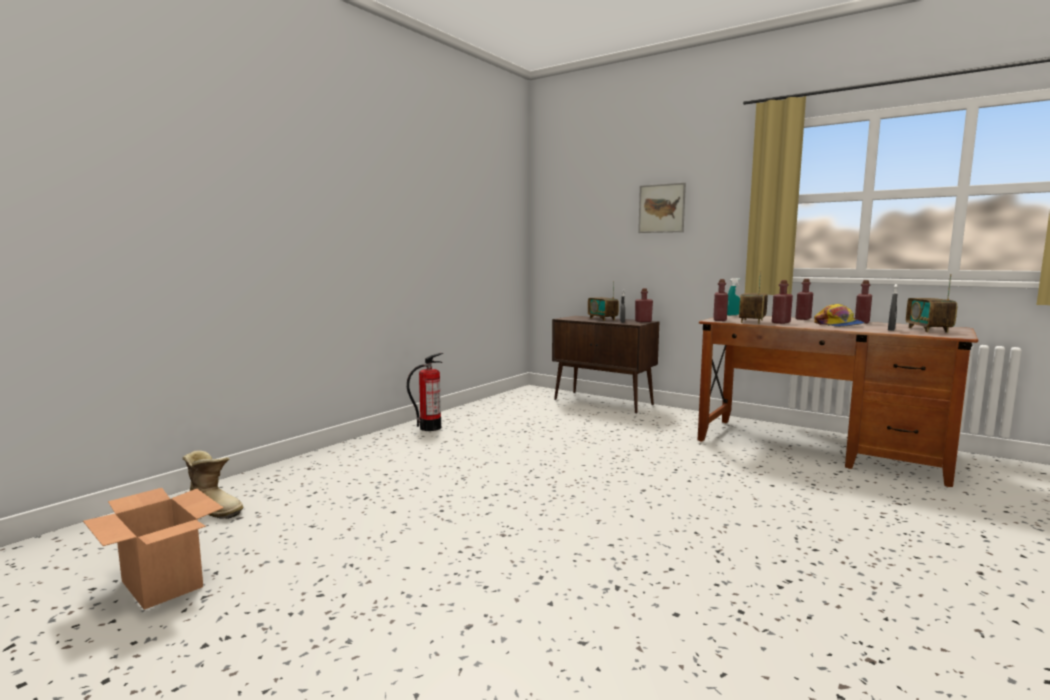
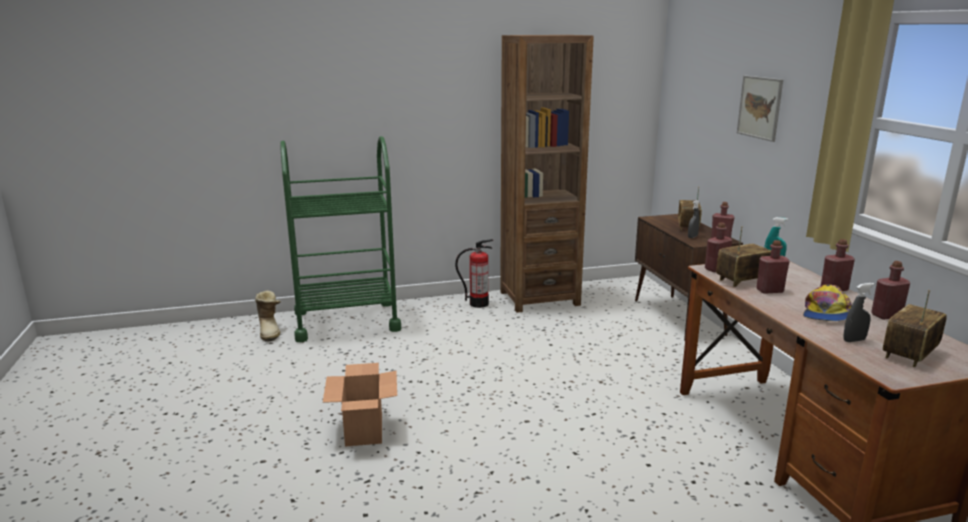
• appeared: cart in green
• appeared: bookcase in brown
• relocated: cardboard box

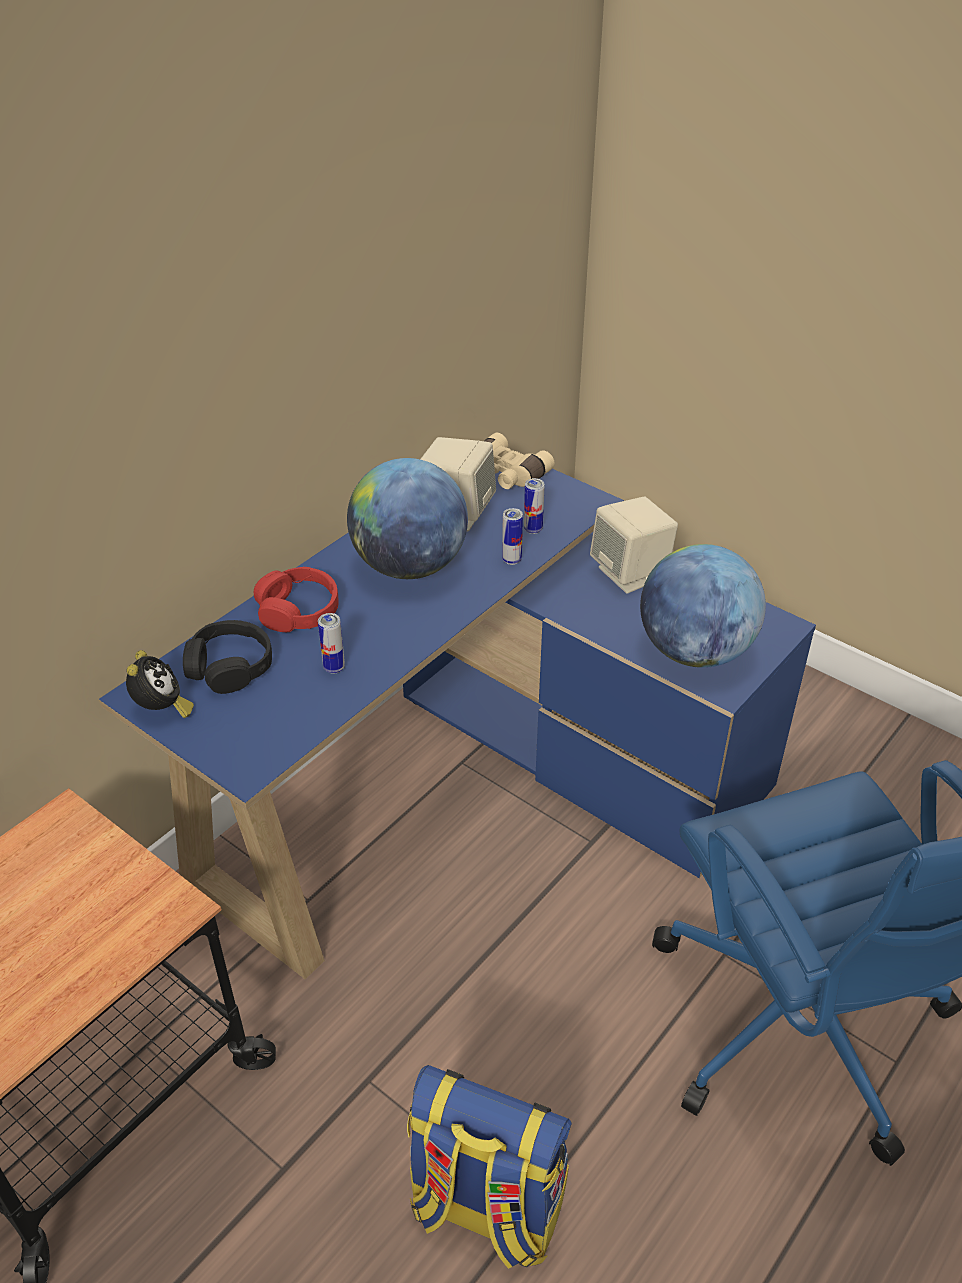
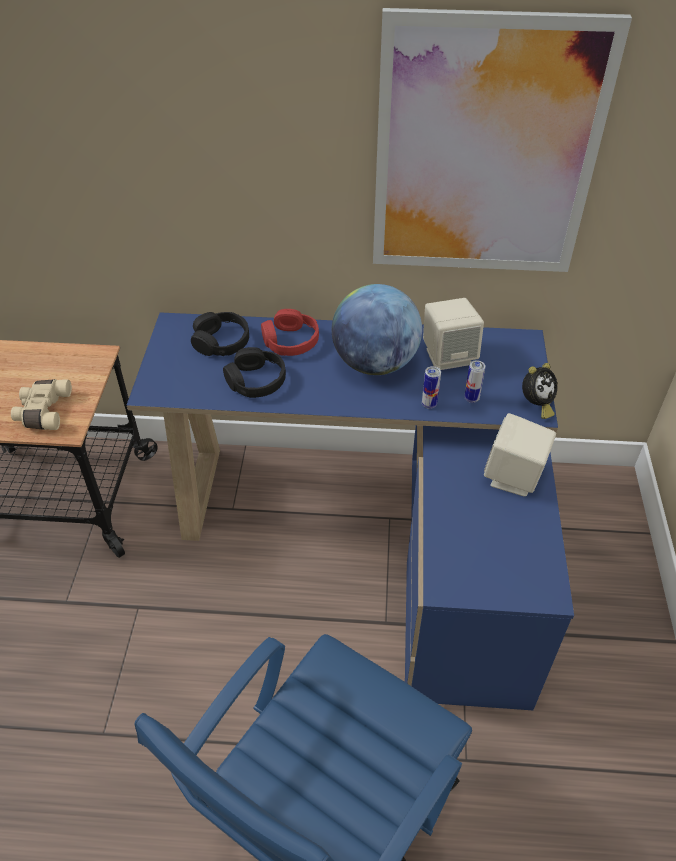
• missing: backpack
• missing: globe (no. 2 from left)
• appeared: picture
• relocated: alarm clock
• relocated: binoculars in beige
• exchanged: can (no. 1 from left) to headphones in black (no. 2 from left)

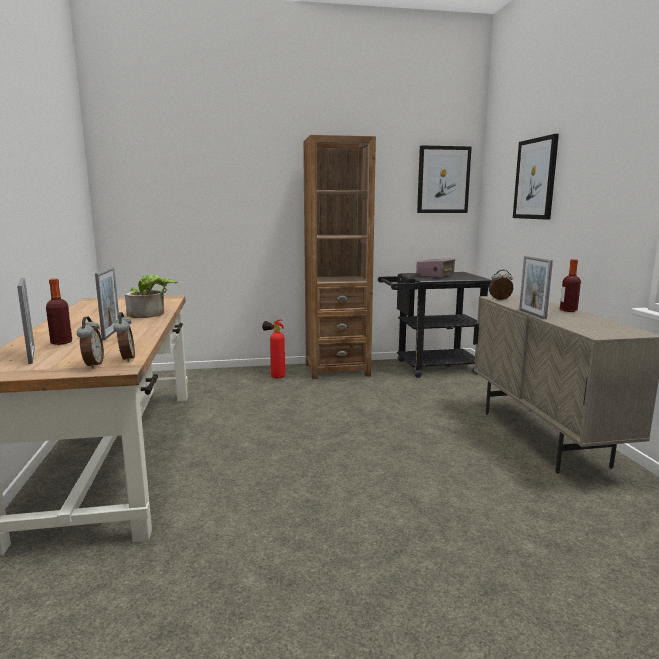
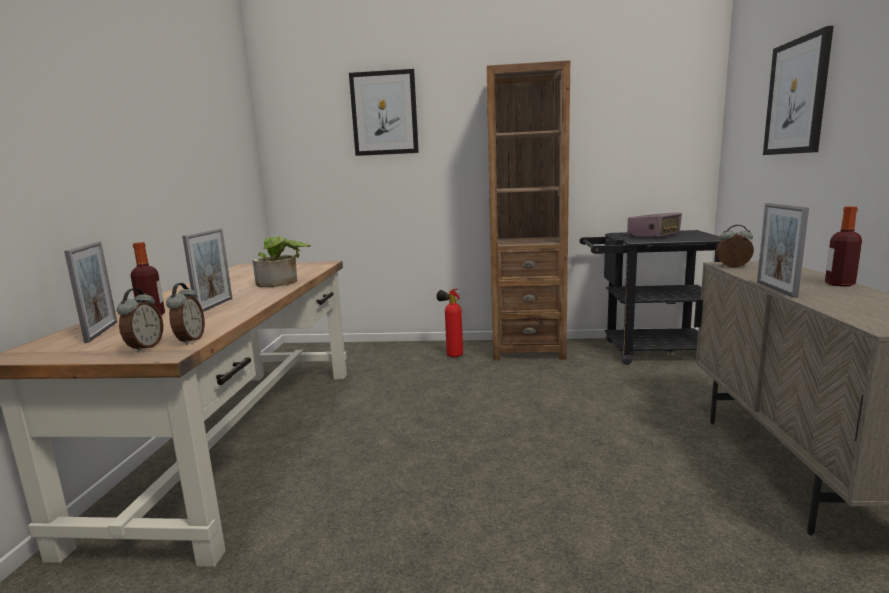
• relocated: picture (no. 1 from left)

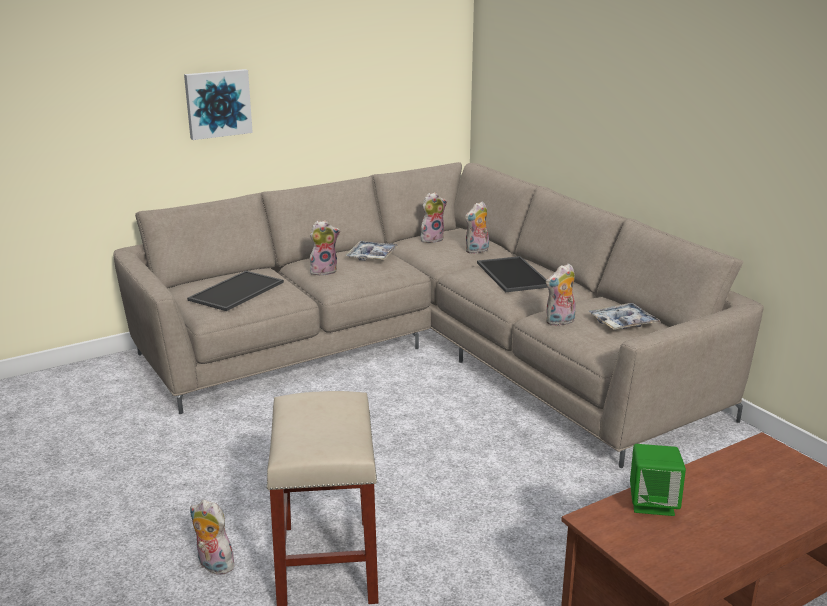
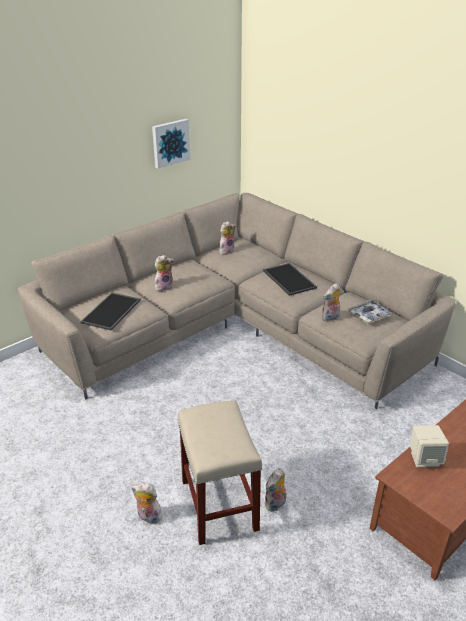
• missing: tray (no. 2 from left)
• relocated: picture
• relocated: plush toy (no. 4 from left)
• colour: speaker in green to speaker in beige

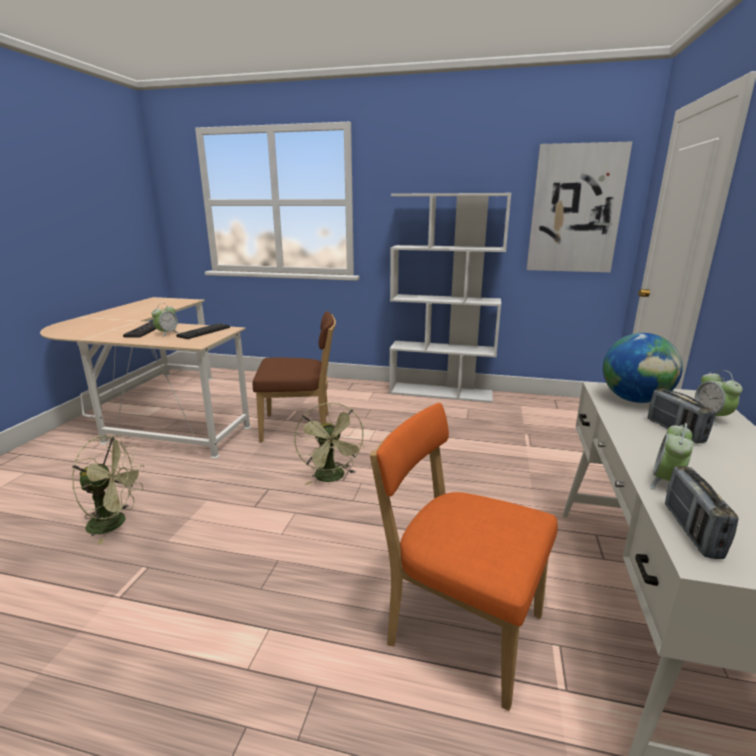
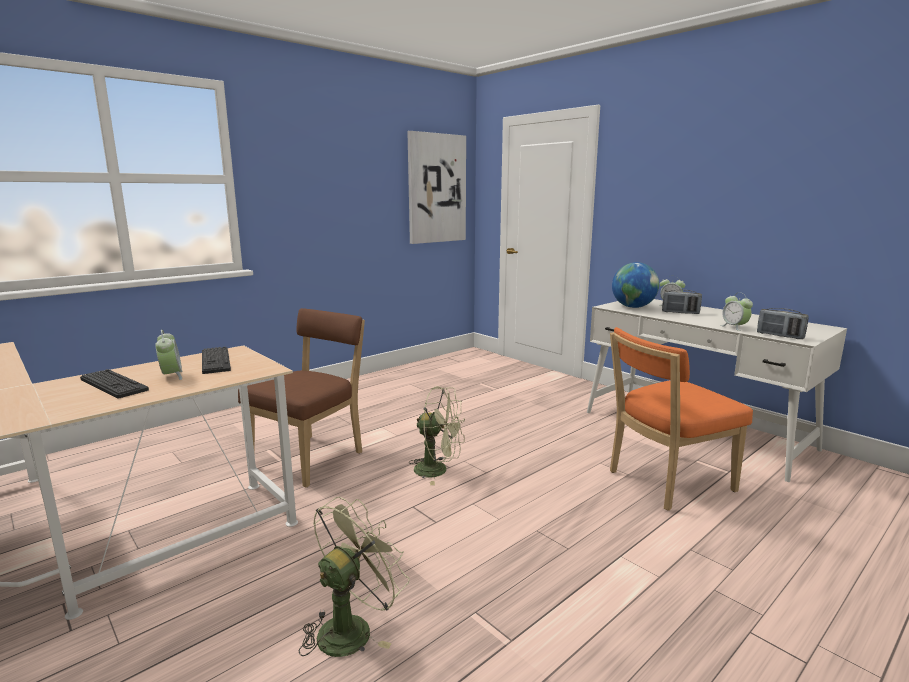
• missing: bookcase in white

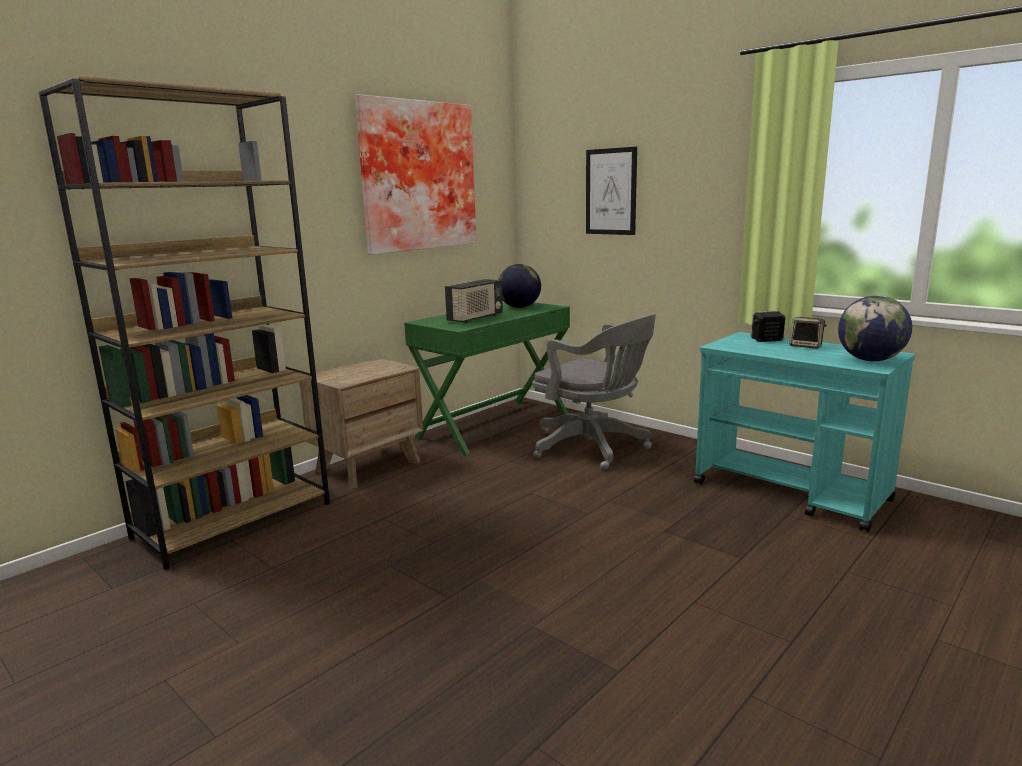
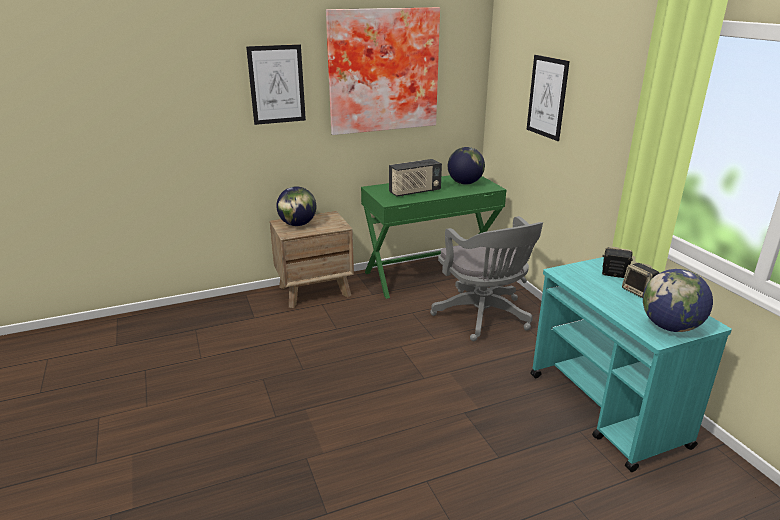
• missing: bookcase in brown
• appeared: picture (no. 1 from left)
• appeared: globe (no. 1 from left)

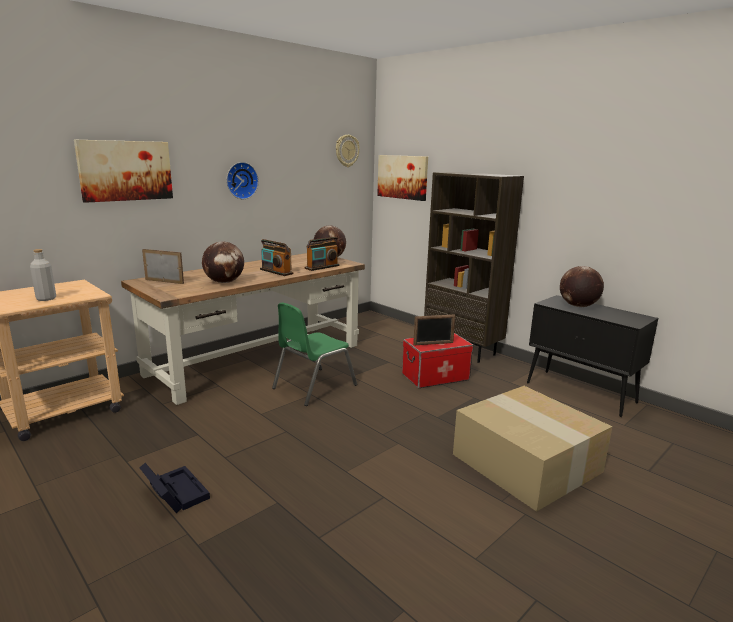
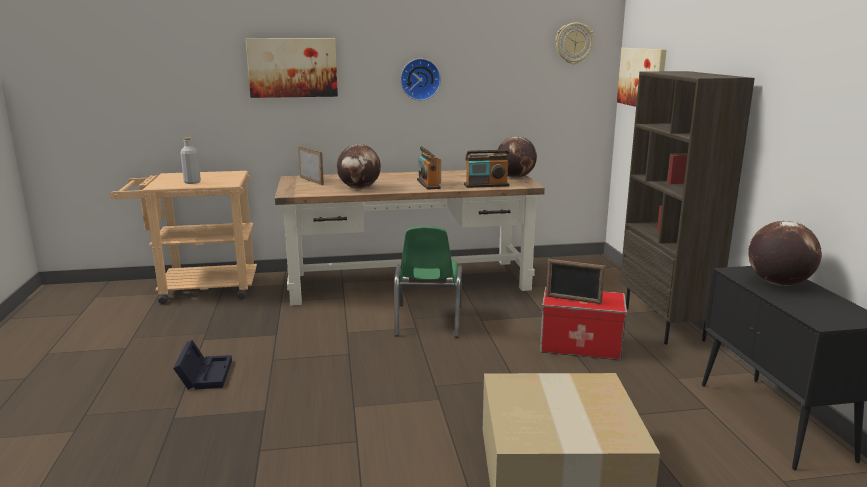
• spun: chair in green 75 degrees counterclockwise

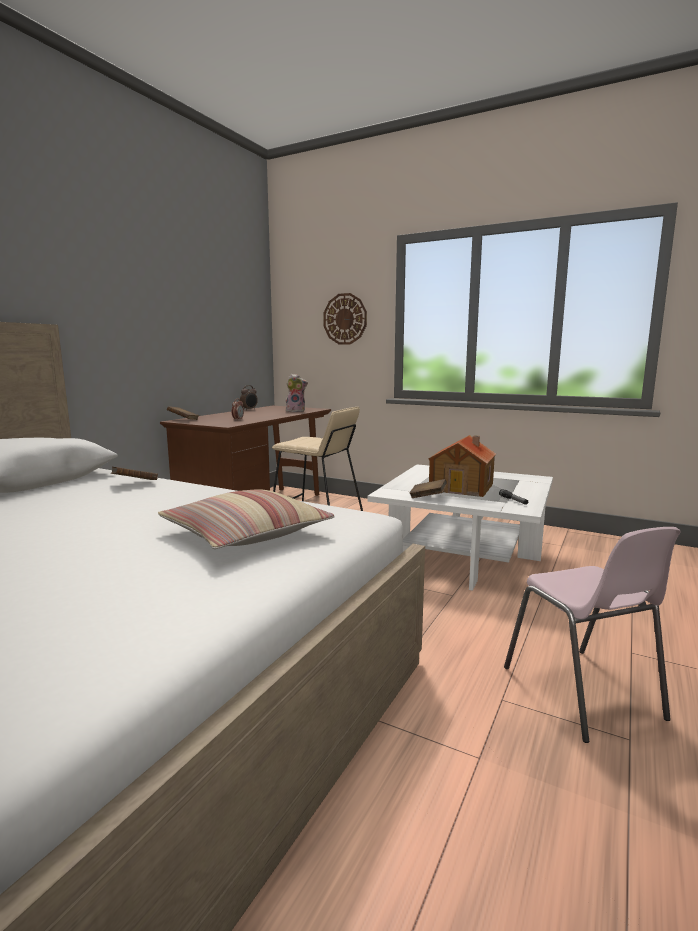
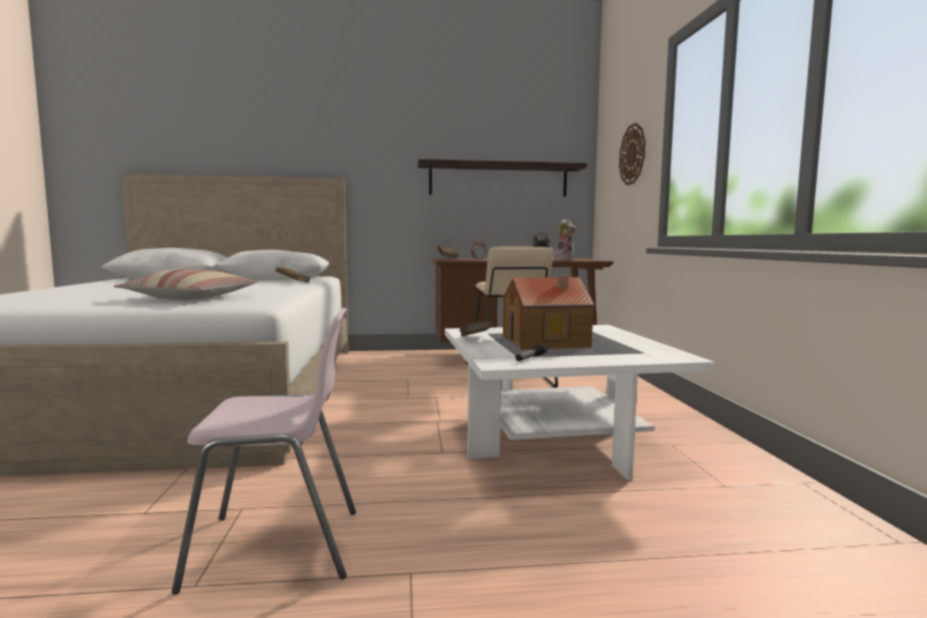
• appeared: shelf
• spun: chair in pink 135 degrees counterclockwise

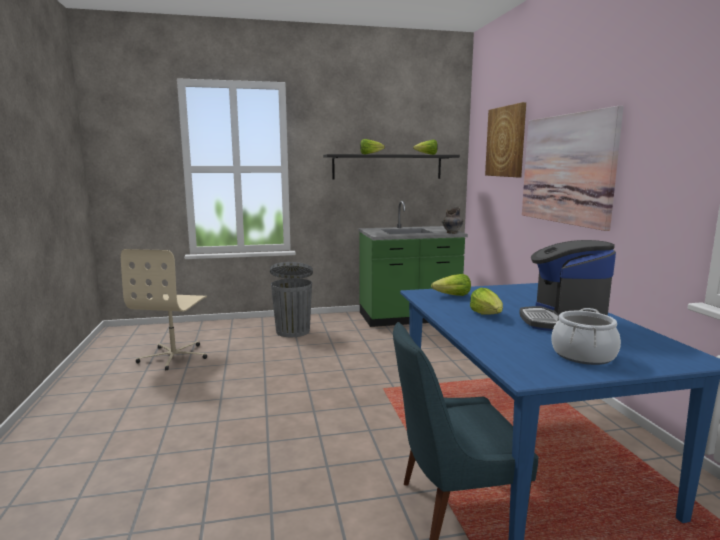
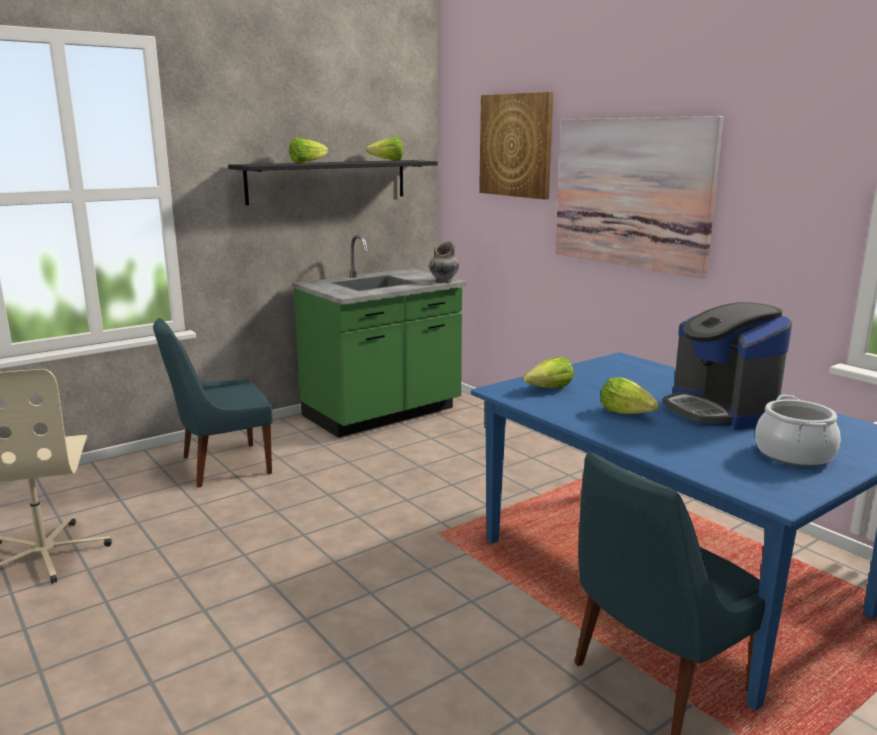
• exchanged: trash can in grey to chair in blue (no. 1 from left)

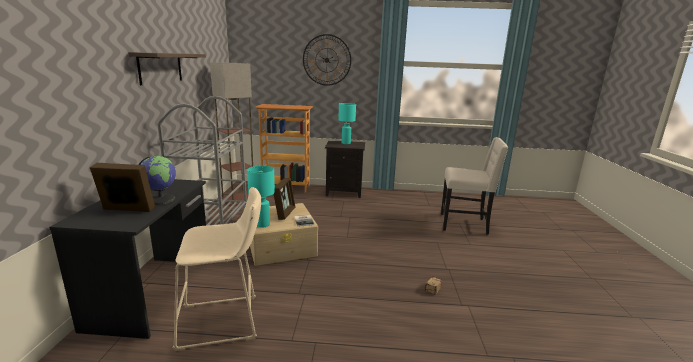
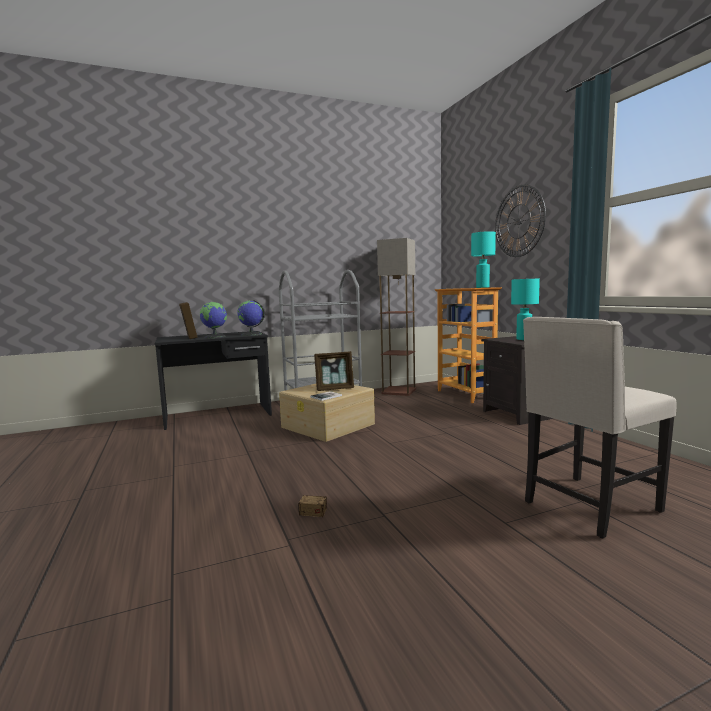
• missing: shelf
• missing: stool in beige
• appeared: globe (no. 2 from left)
• relocated: table lamp in turquoise (no. 1 from left)
• spun: chair in beige 75 degrees clockwise

